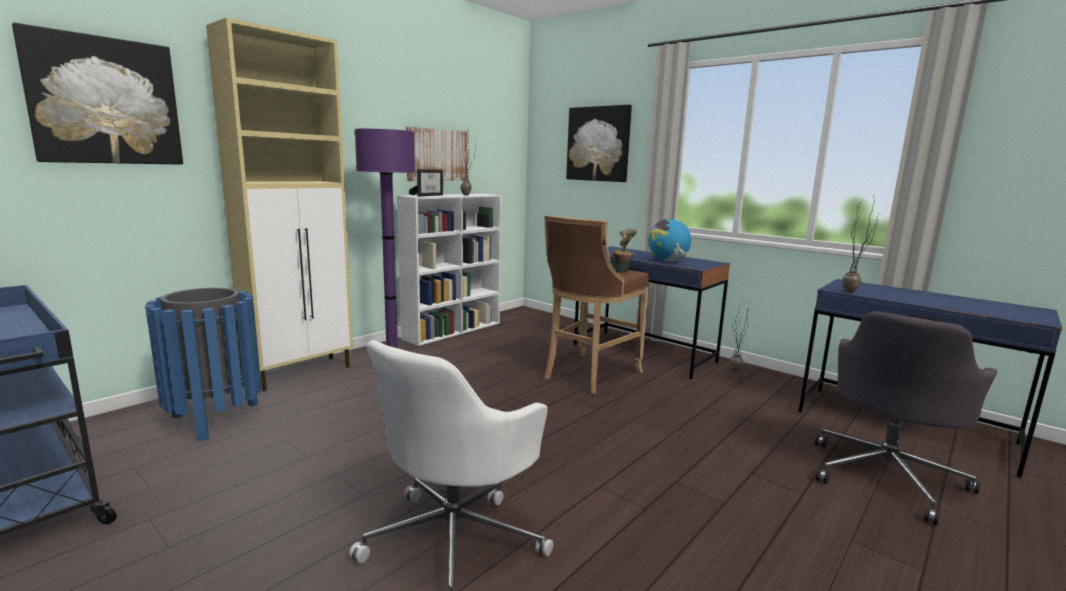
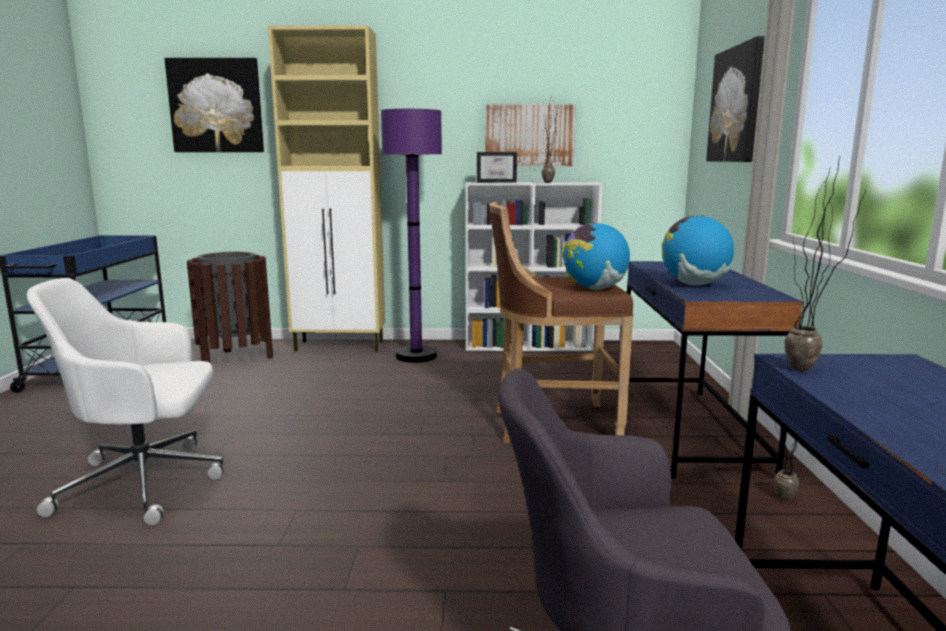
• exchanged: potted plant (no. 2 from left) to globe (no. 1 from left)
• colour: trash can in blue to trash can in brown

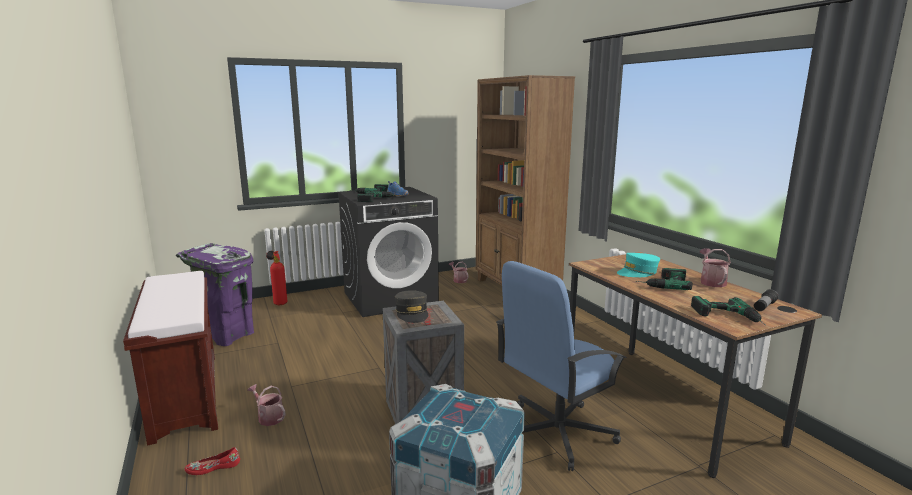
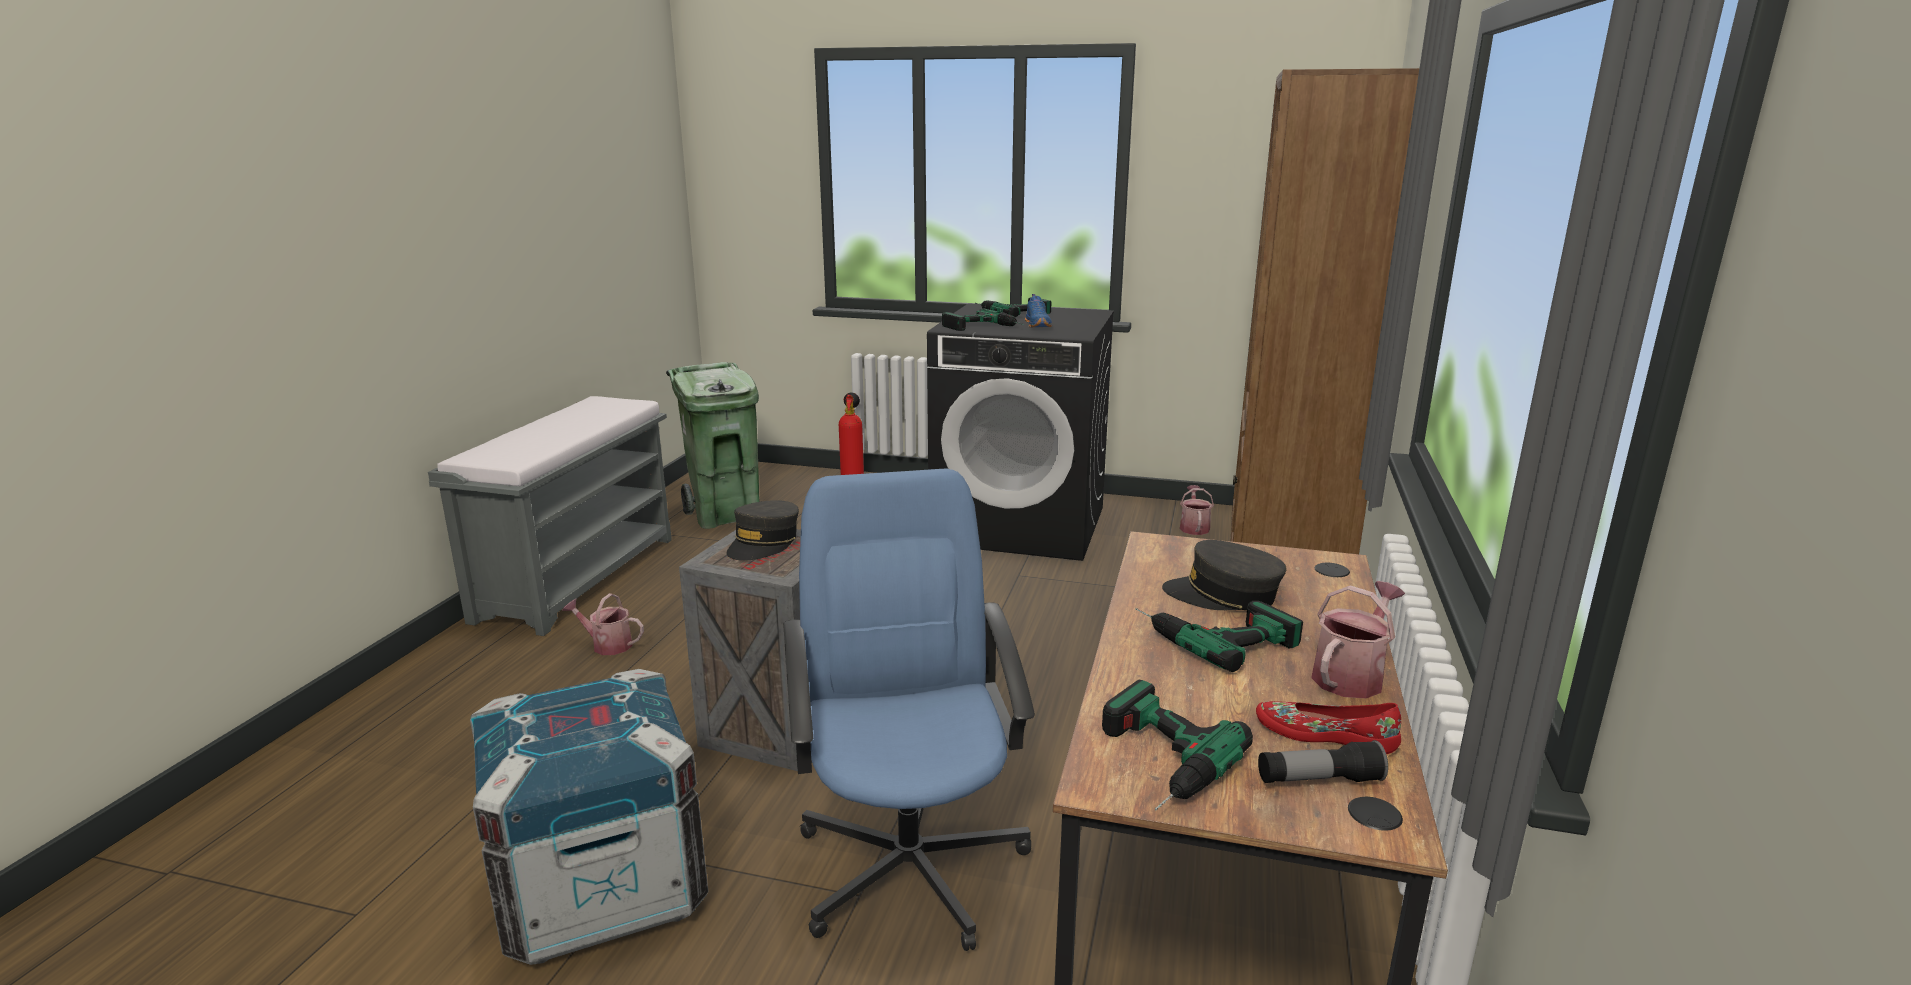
• relocated: shoe in red
• colour: bench in brown to bench in grey
• colour: trash can in purple to trash can in green
• colour: cap in turquoise to cap in grey (no. 2 from left)
• spun: watering can (no. 1 from left) 60 degrees counterclockwise
• spun: office chair in blue 75 degrees clockwise

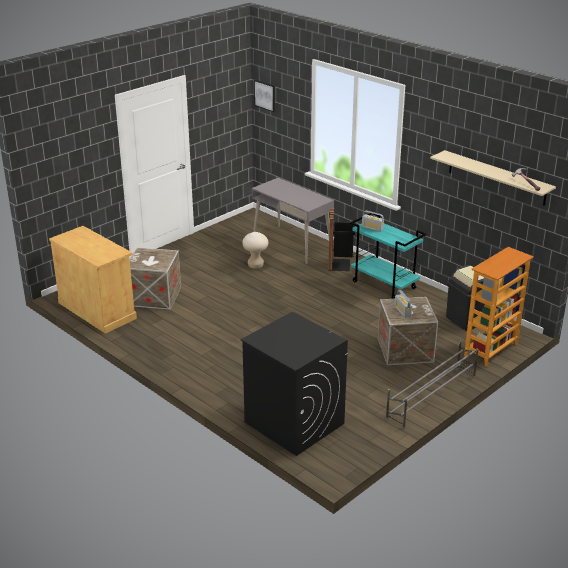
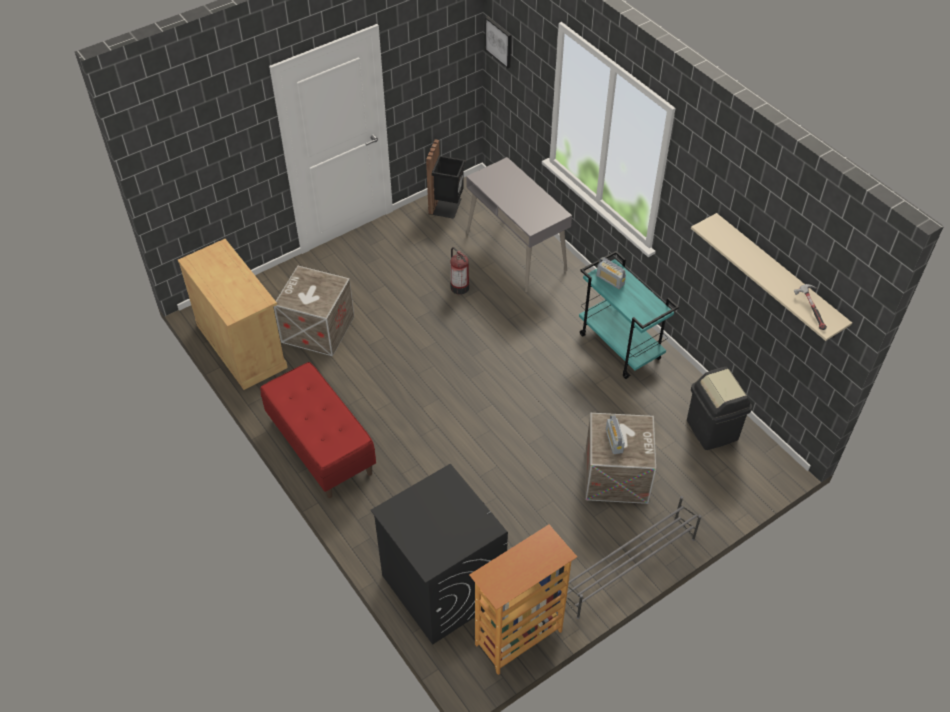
• appeared: bench in red
• relocated: trash can in black (no. 1 from left)
• relocated: bookcase
• exchanged: stool in beige to fire extinguisher

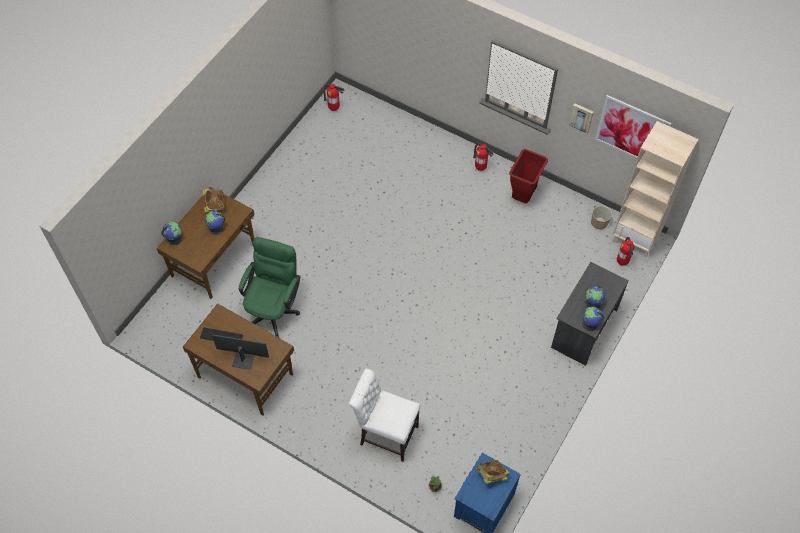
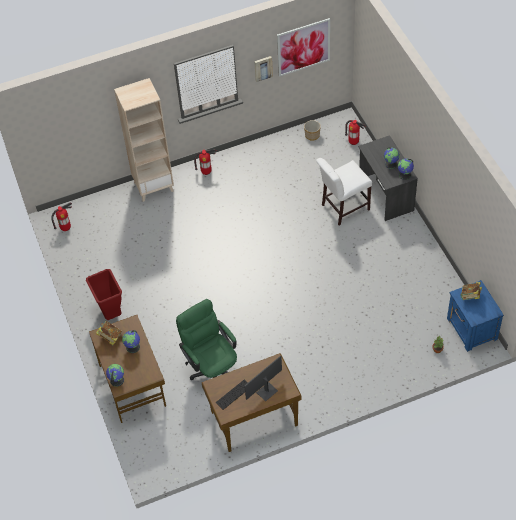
• relocated: chair in white
• relocated: trash can in red
• relocated: bookcase in beige

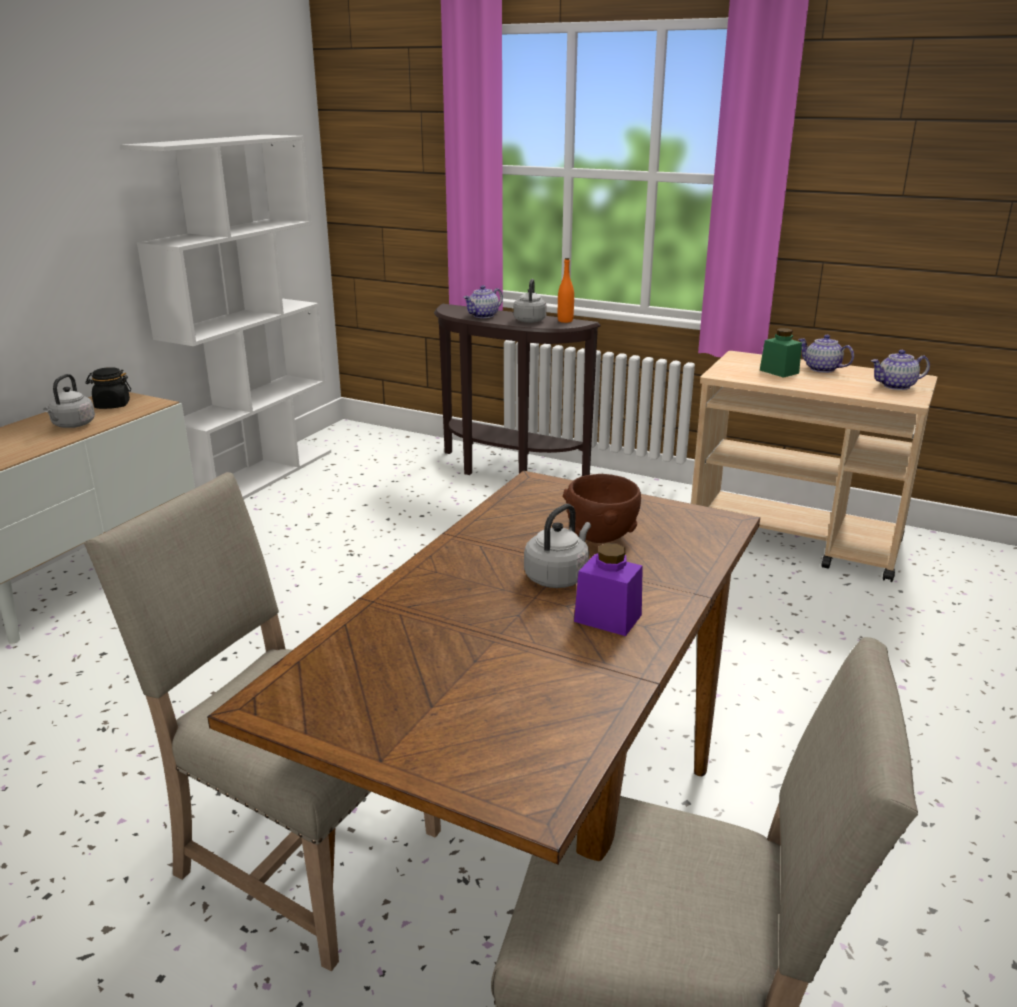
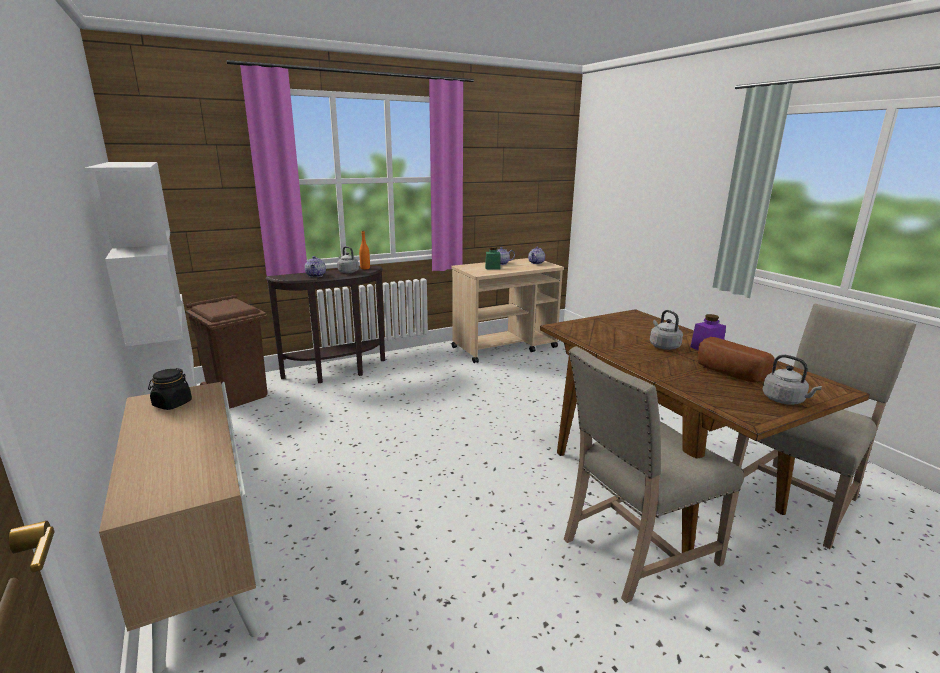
• missing: bowl in brown
• appeared: trash can in brown
• appeared: bread
• relocated: kettle in grey (no. 1 from left in the first image) to kettle in grey (no. 3 from left)

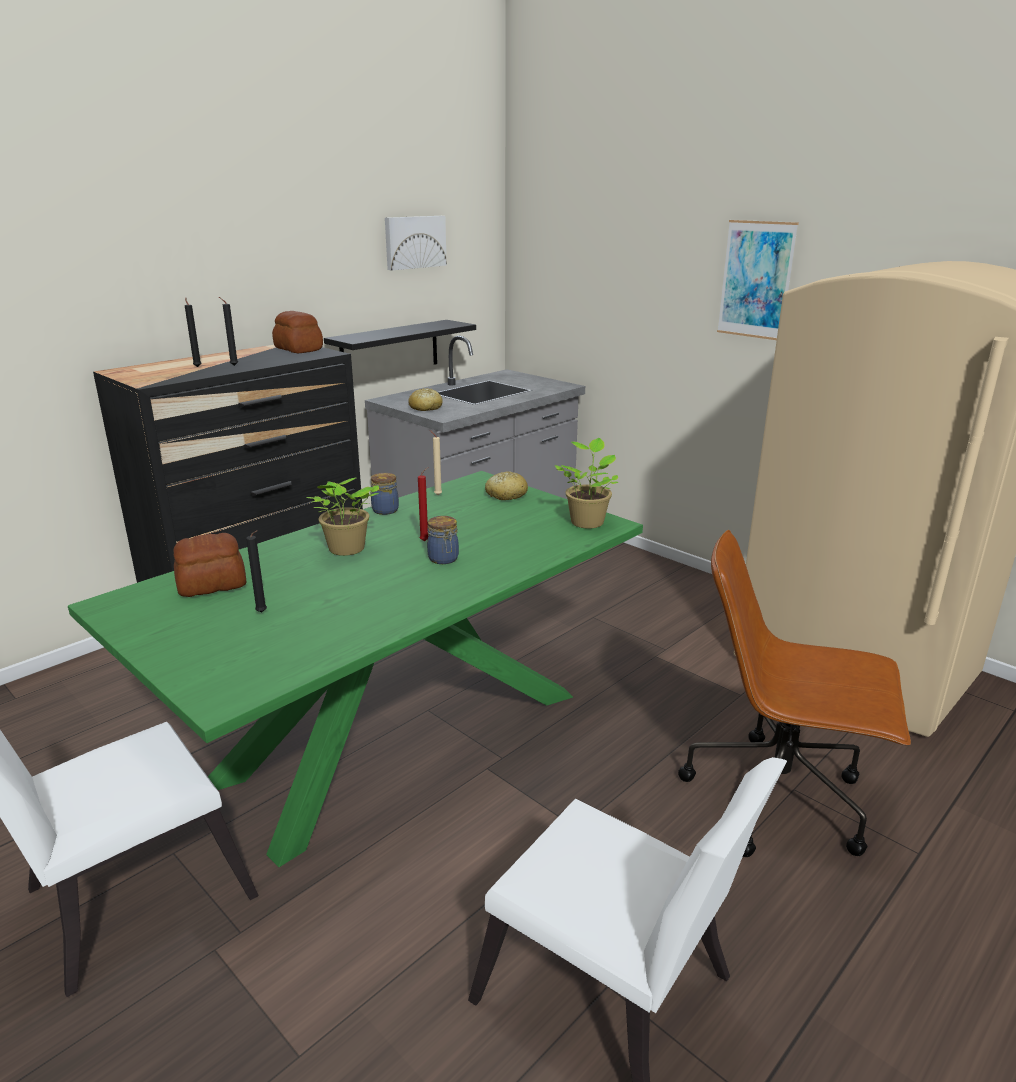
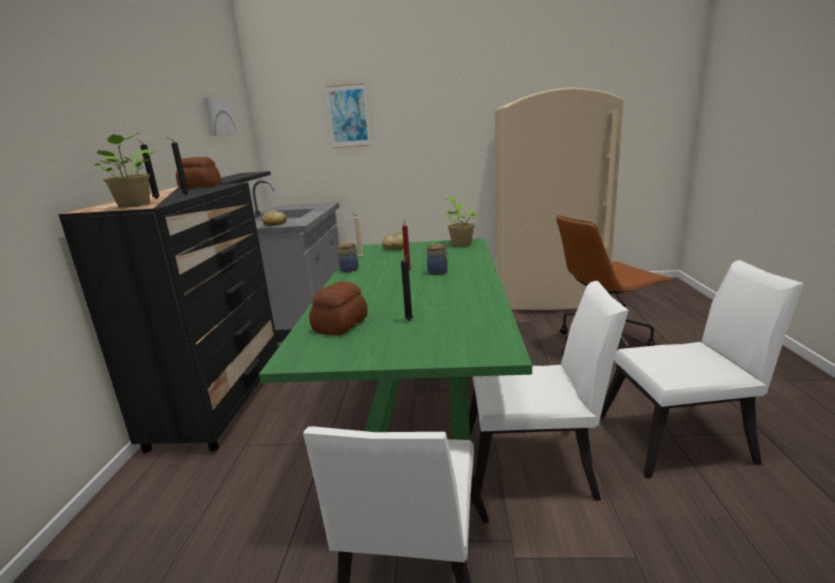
• appeared: chair in white (no. 2 from left)
• relocated: potted plant (no. 1 from left)
• relocated: picture (no. 2 from left)

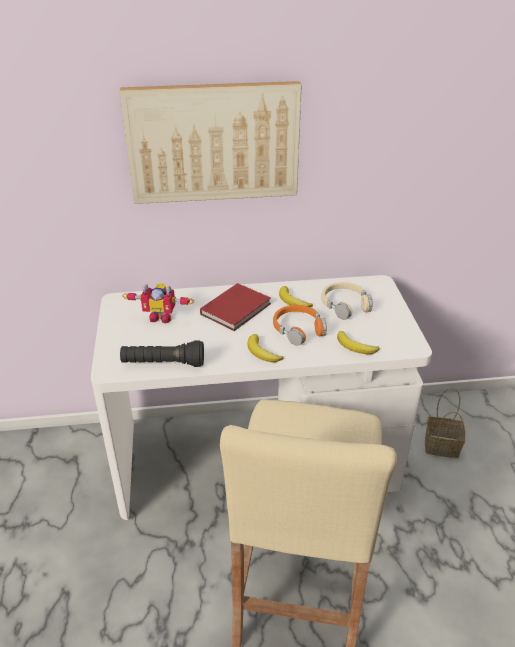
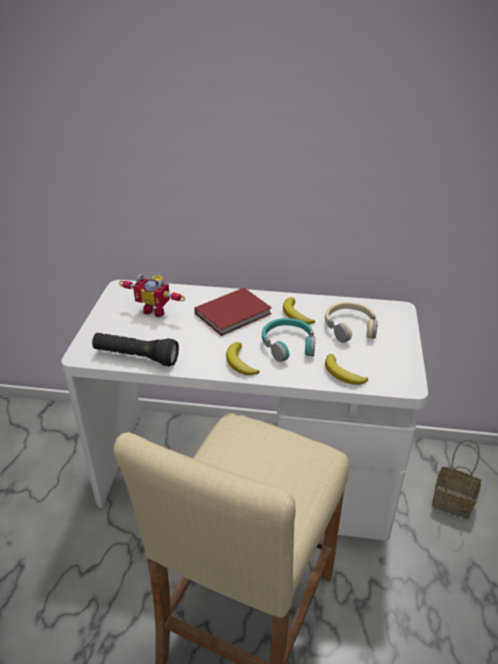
• missing: picture
• colour: headphones in orange to headphones in turquoise

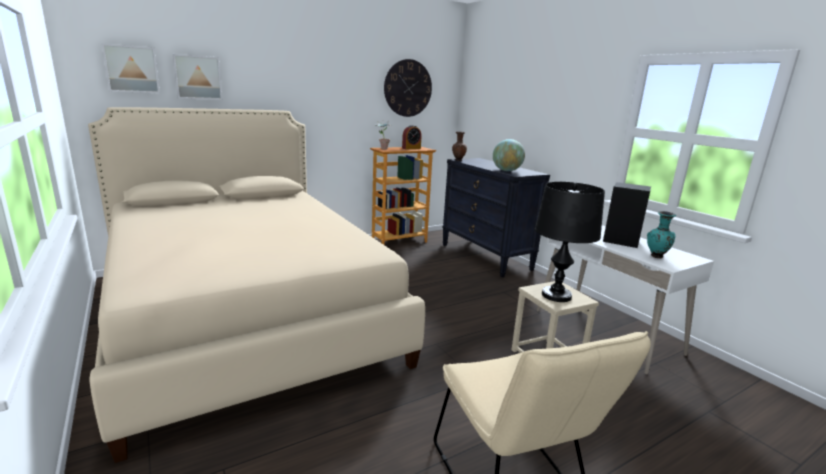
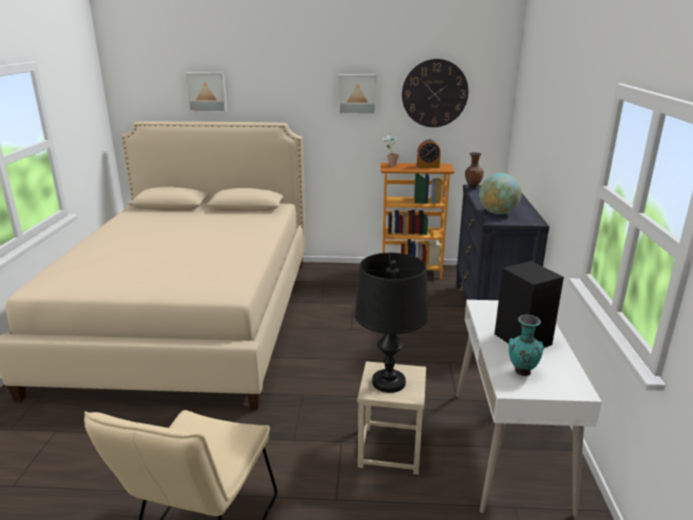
• relocated: picture (no. 1 from left in the first image) to picture (no. 2 from left)

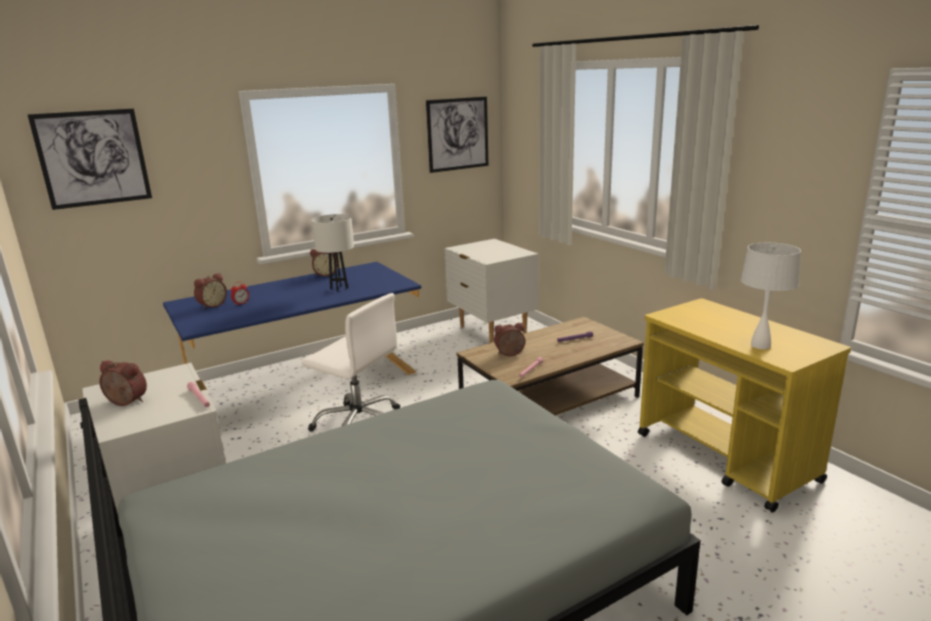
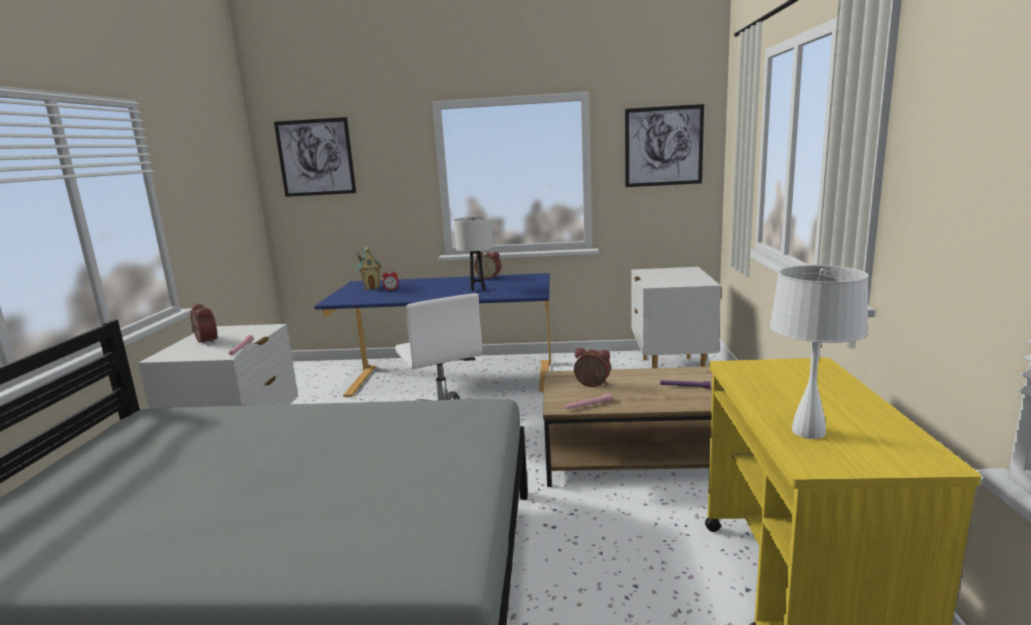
• exchanged: alarm clock (no. 2 from left) to toy house

